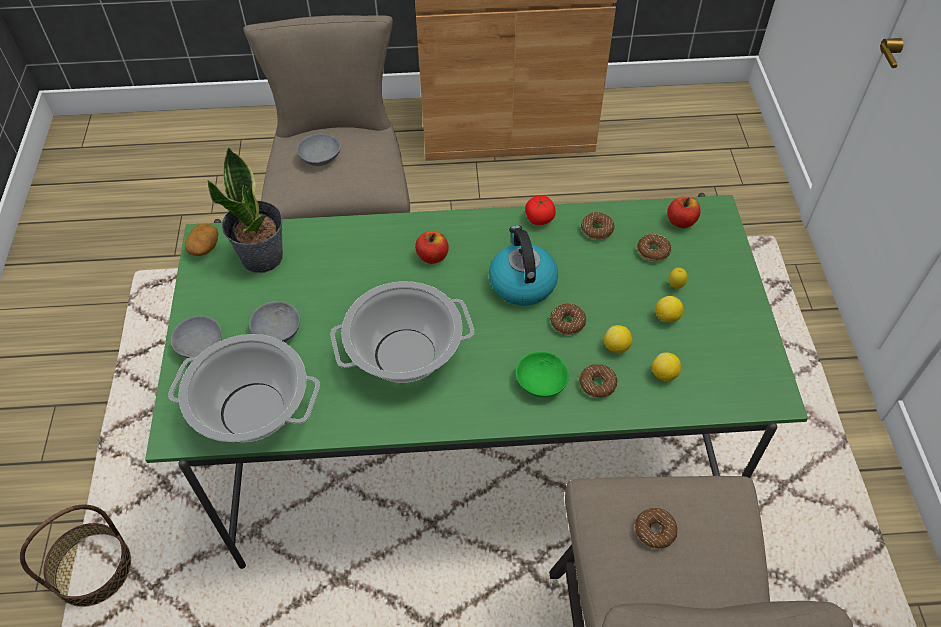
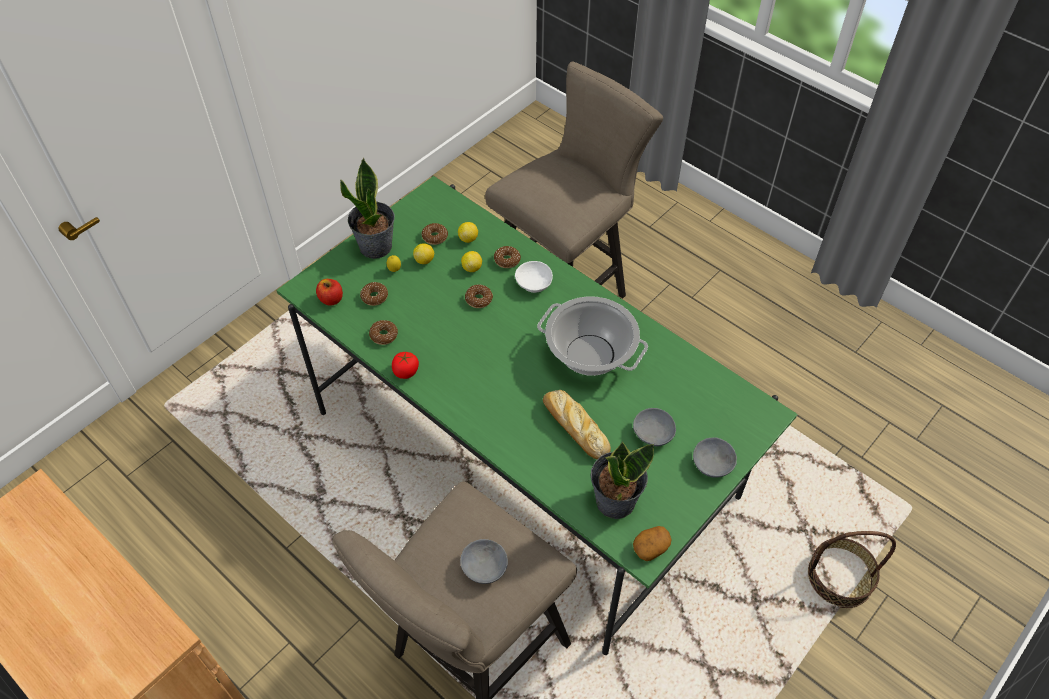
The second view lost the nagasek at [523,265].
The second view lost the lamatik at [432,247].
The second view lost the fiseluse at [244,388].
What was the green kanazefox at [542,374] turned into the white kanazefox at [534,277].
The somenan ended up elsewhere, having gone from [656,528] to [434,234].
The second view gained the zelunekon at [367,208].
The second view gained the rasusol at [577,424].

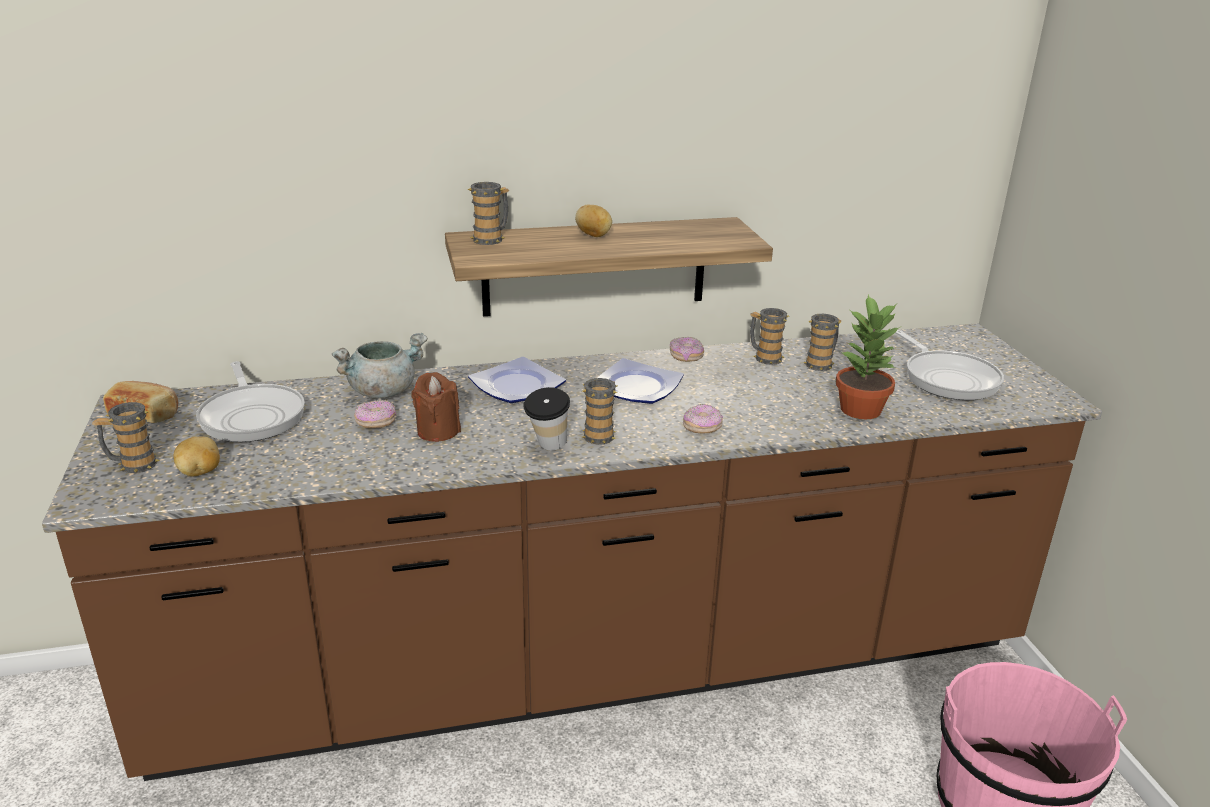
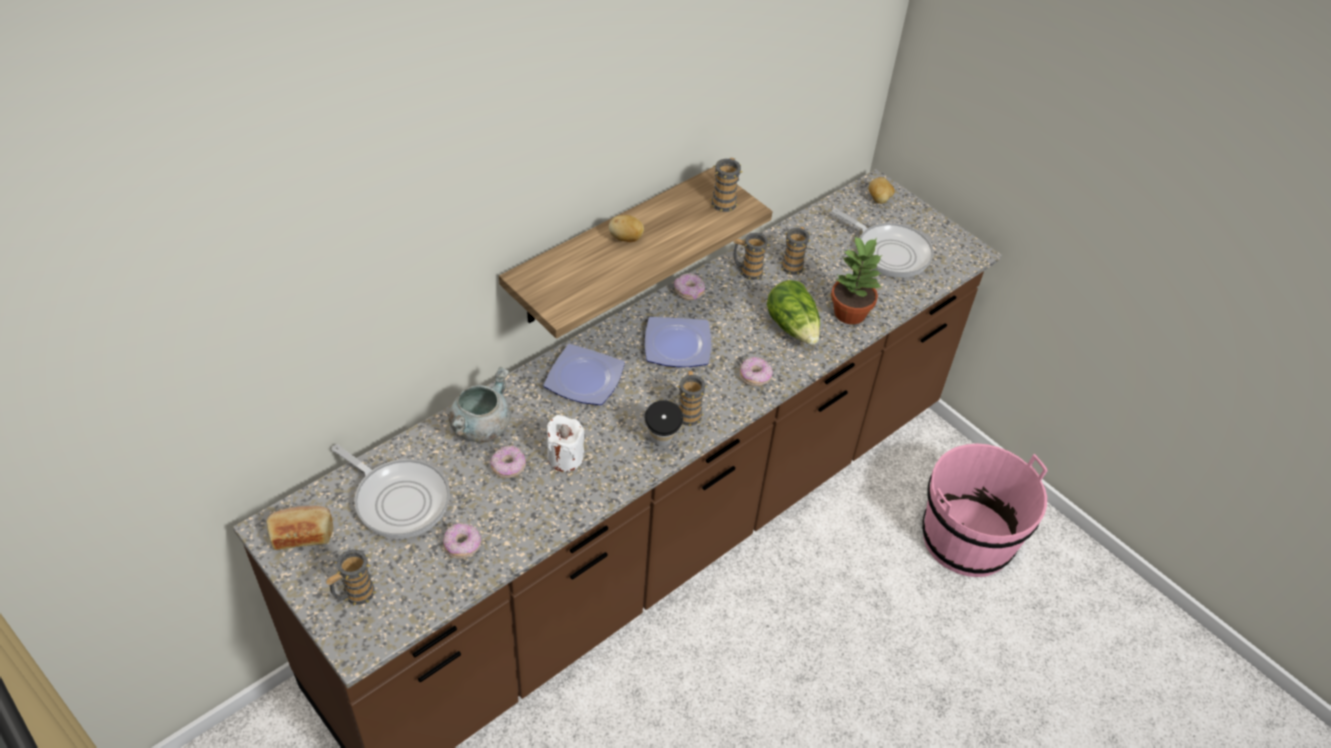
The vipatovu ended up elsewhere, having gone from [488,213] to [726,185].
What was the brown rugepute at [436,407] turned into the white rugepute at [565,443].
The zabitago ended up elsewhere, having gone from [196,456] to [882,190].
The second view gained the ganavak at [793,312].
The second view gained the somenan at [462,541].

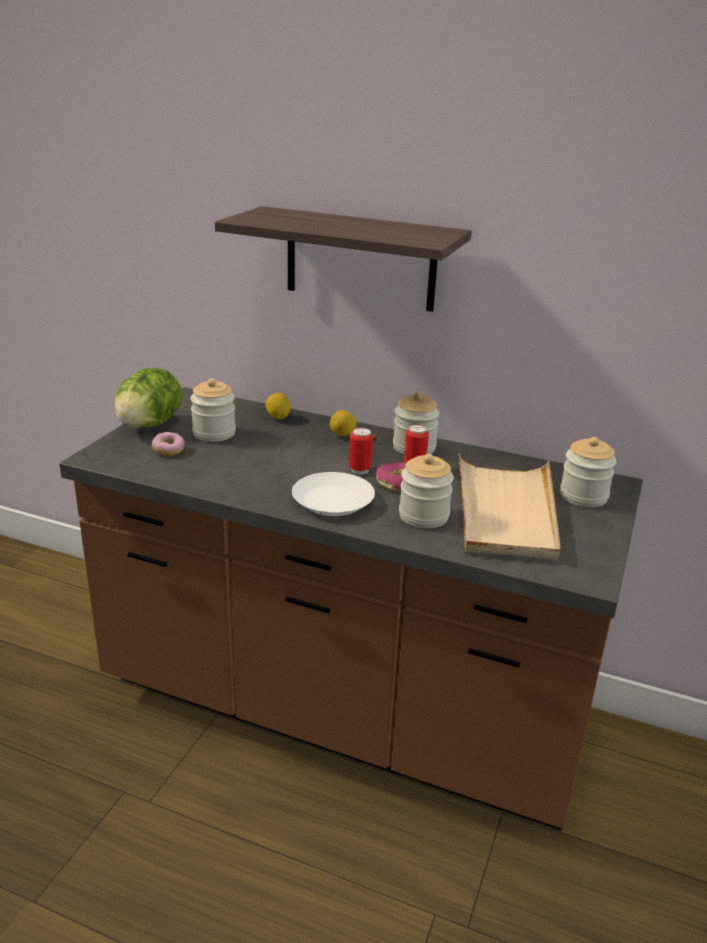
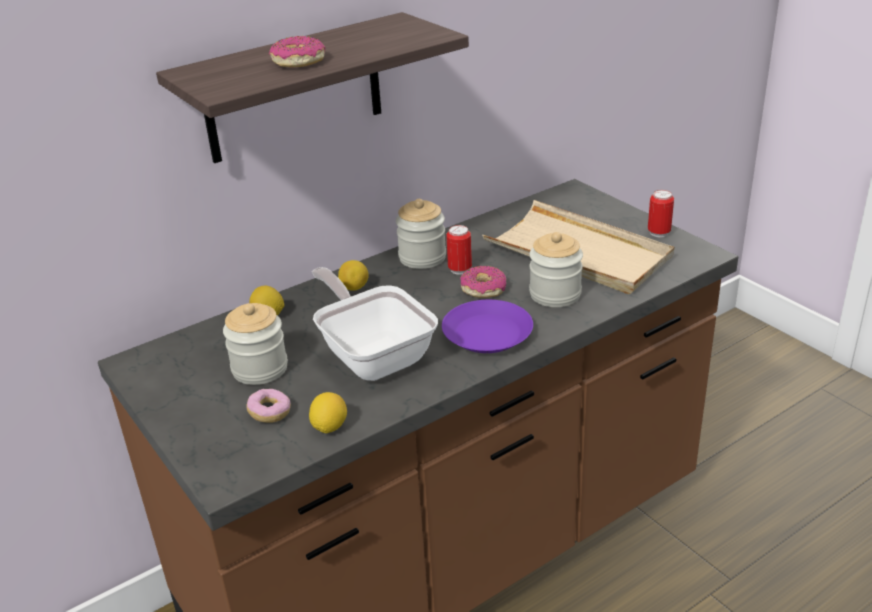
The second view lost the ganavak at [149,398].
The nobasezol ended up elsewhere, having gone from [361,451] to [661,213].
The second view lost the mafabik at [588,472].
What was the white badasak at [333,494] turned into the purple badasak at [487,326].
The second view gained the somenan at [297,52].
The second view gained the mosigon at [375,324].
The second view gained the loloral at [328,412].

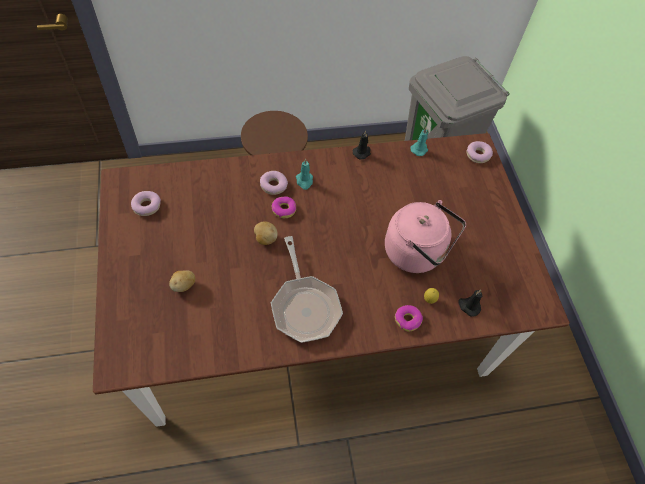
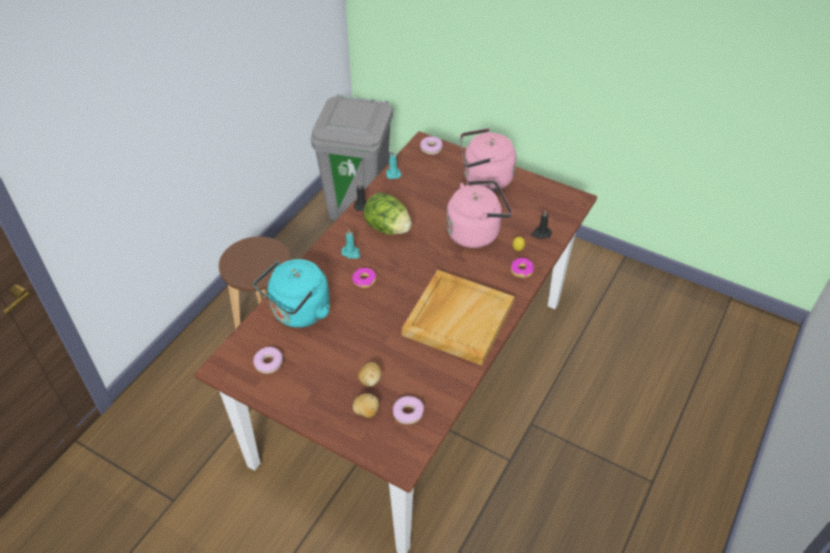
The somenan ended up elsewhere, having gone from [274,183] to [408,410].
The zabitago ended up elsewhere, having gone from [265,233] to [366,405].
Where the mosigon stood at [307,289], the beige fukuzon came to stand at [458,318].
The second view gained the pink nagasek at [488,159].
The second view gained the ganavak at [387,213].
The second view gained the turquoise nagasek at [292,293].

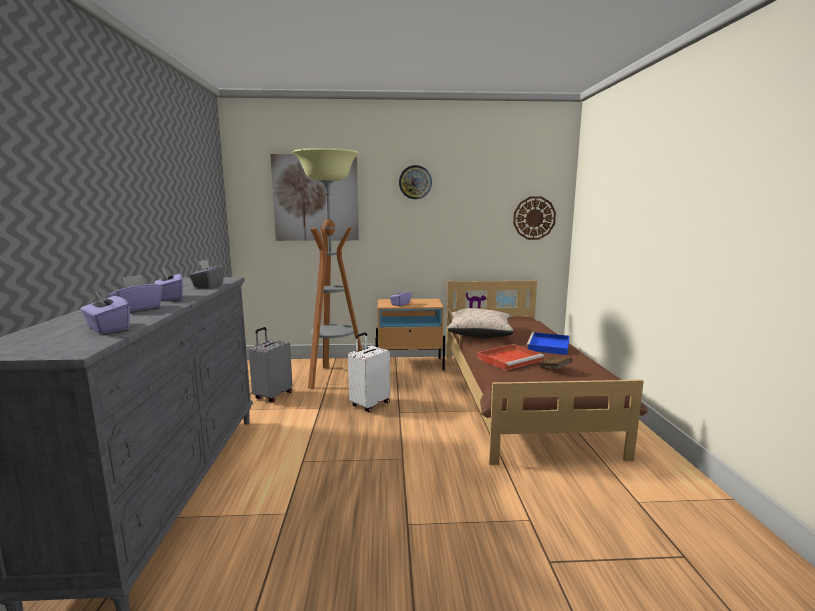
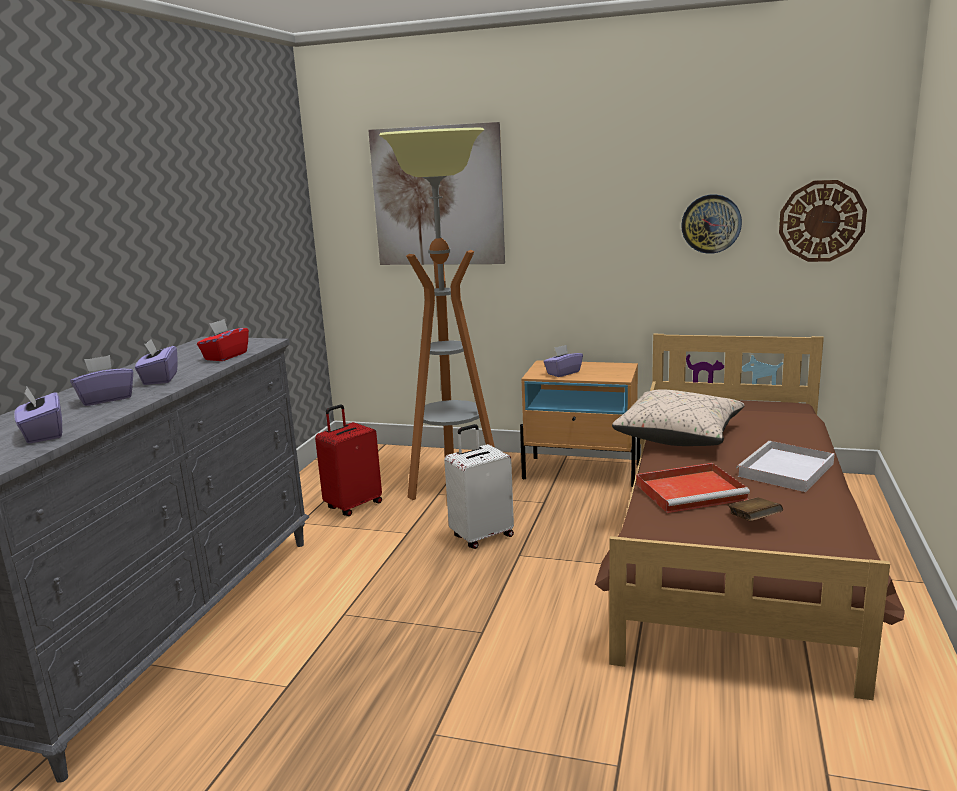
The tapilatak ended up elsewhere, having gone from [415,182] to [711,224].
What was the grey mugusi at [206,274] turned into the red mugusi at [223,340].
What was the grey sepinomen at [270,364] turned into the red sepinomen at [348,460].
What was the blue fukuzon at [547,343] turned into the white fukuzon at [785,466].

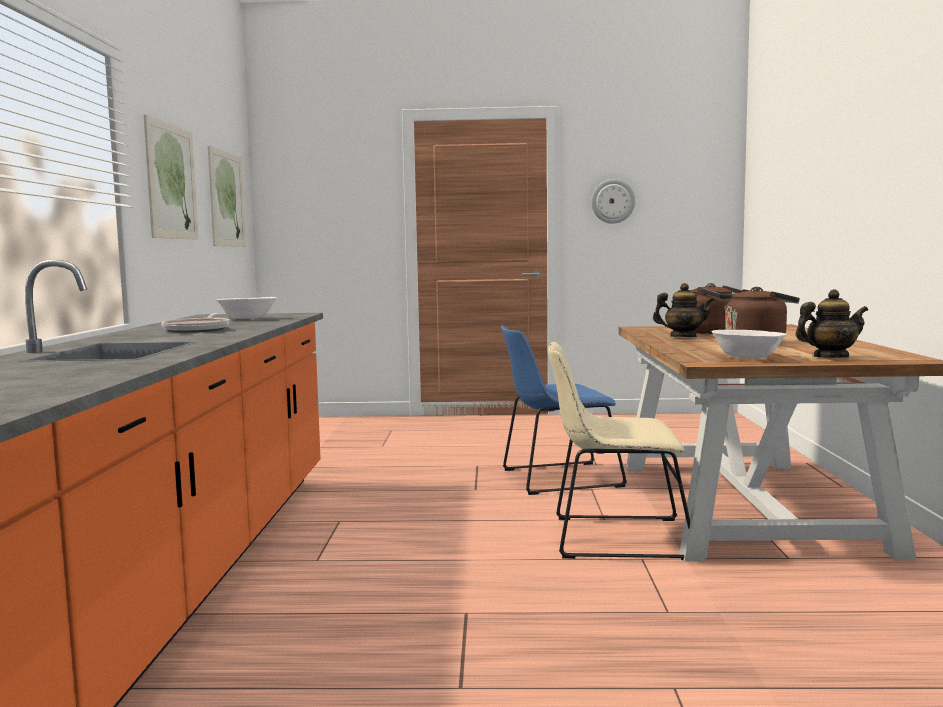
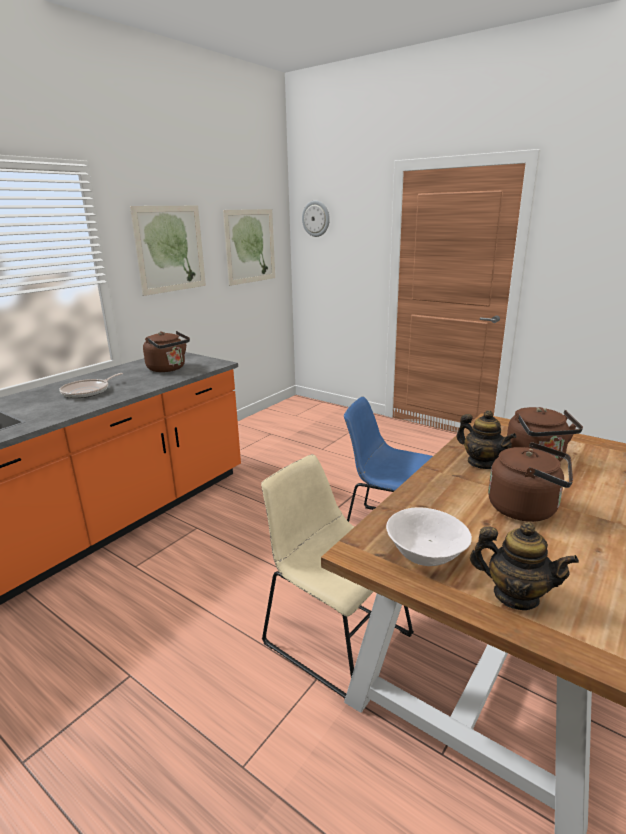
The tapilatak ended up elsewhere, having gone from [613,201] to [316,218].
Where the white kanazefox stood at [247,308], the brown nagasek came to stand at [166,351].

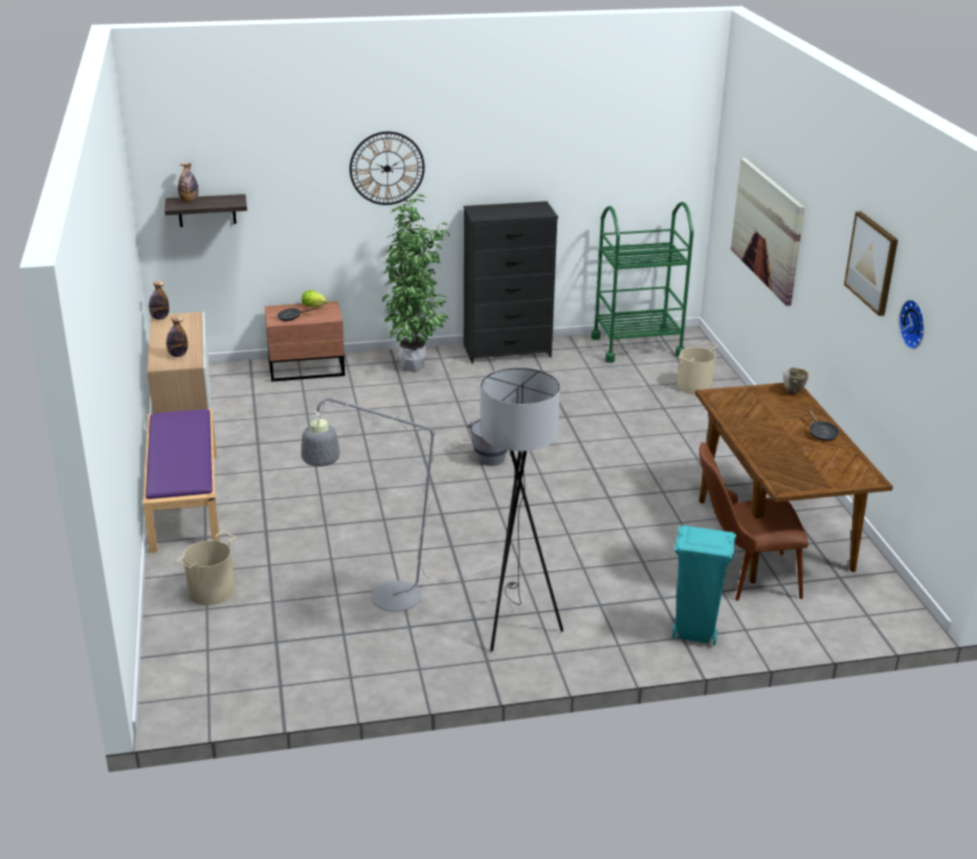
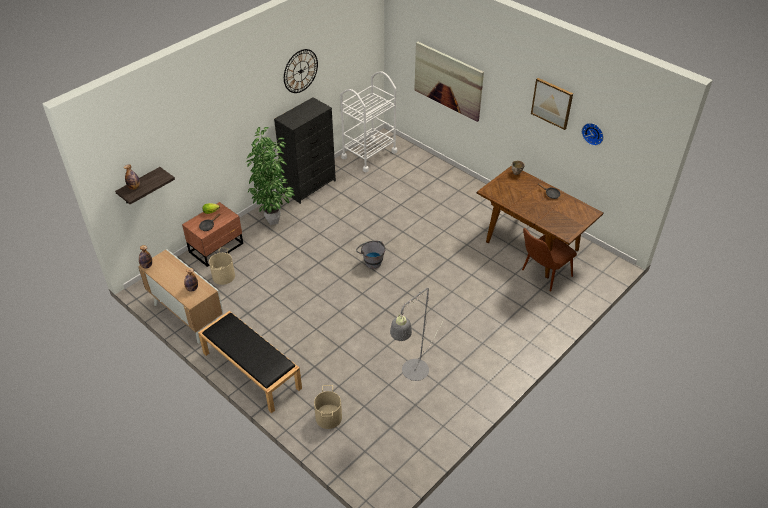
The tapilatak ended up elsewhere, having gone from [387,168] to [301,71].
What was the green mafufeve at [642,282] turned into the white mafufeve at [368,121].
The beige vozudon ended up elsewhere, having gone from [697,368] to [222,266].
The second view lost the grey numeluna at [522,509].
What was the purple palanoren at [181,481] turned into the black palanoren at [250,362].
The second view lost the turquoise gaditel at [704,585].

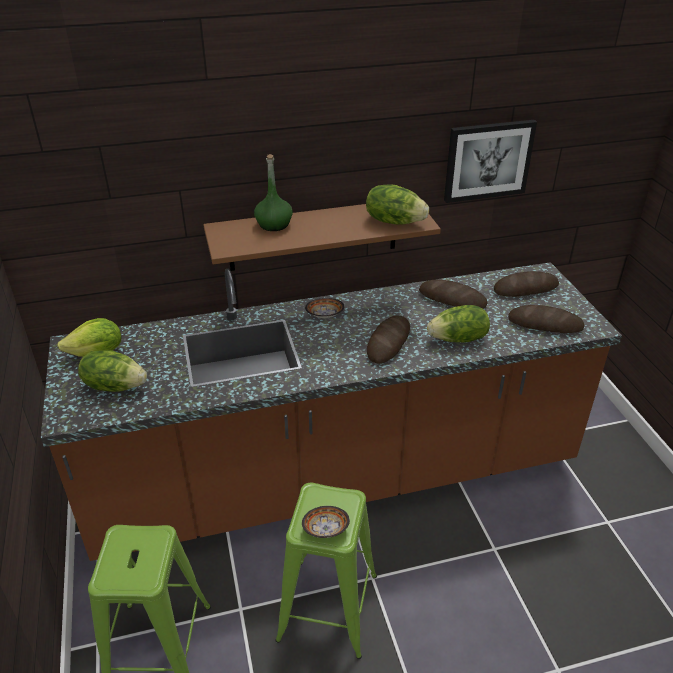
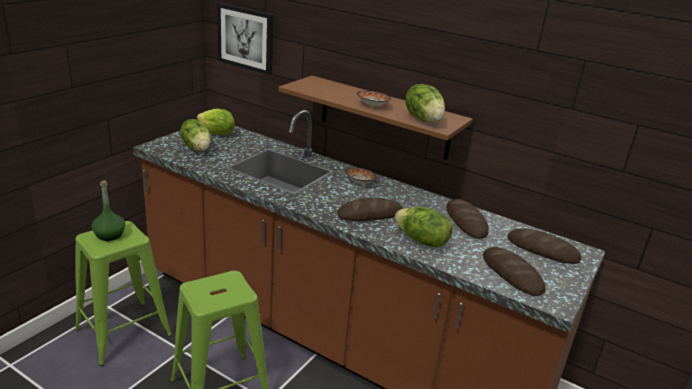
The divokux ended up elsewhere, having gone from [490,161] to [245,39].
The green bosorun ended up elsewhere, having gone from [273,192] to [108,210].
The kanazefox ended up elsewhere, having gone from [326,522] to [374,98].

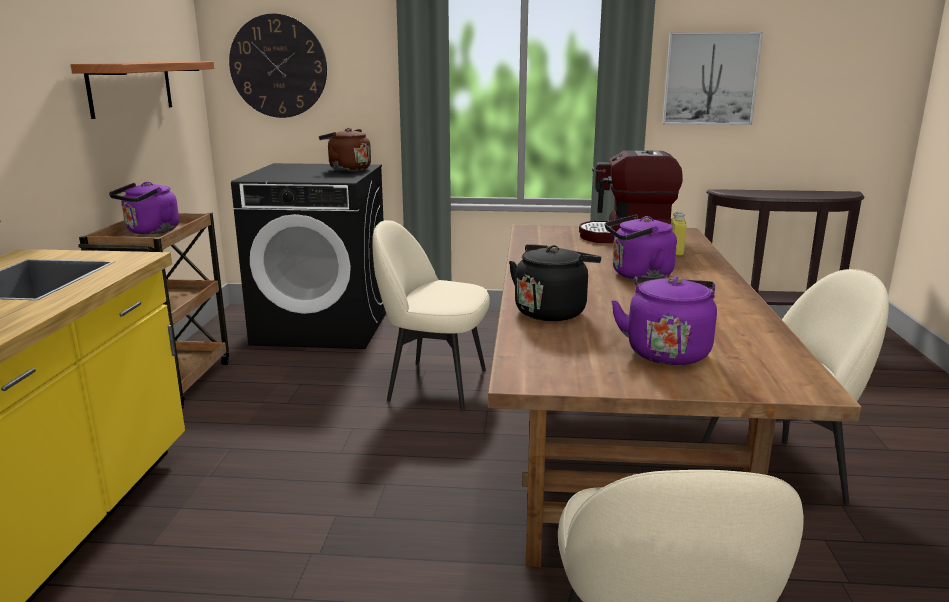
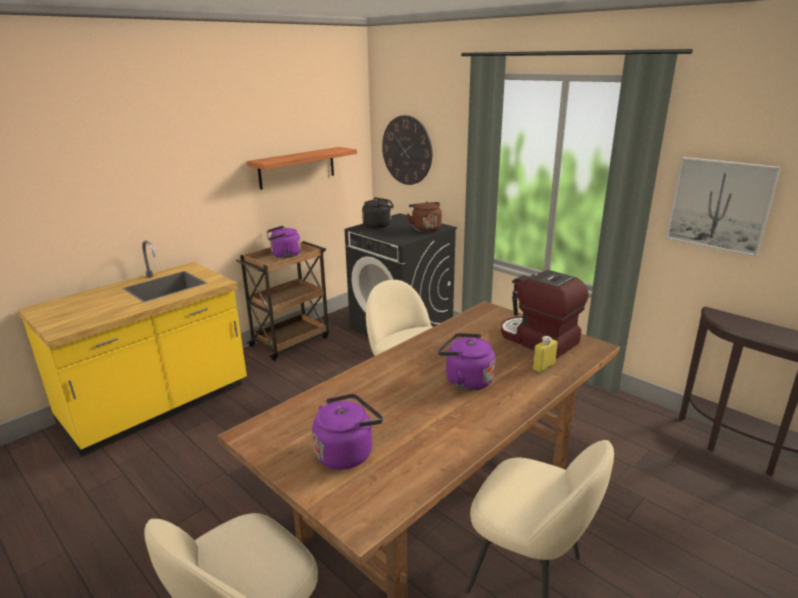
The black nagasek ended up elsewhere, having gone from [555,282] to [378,212].

